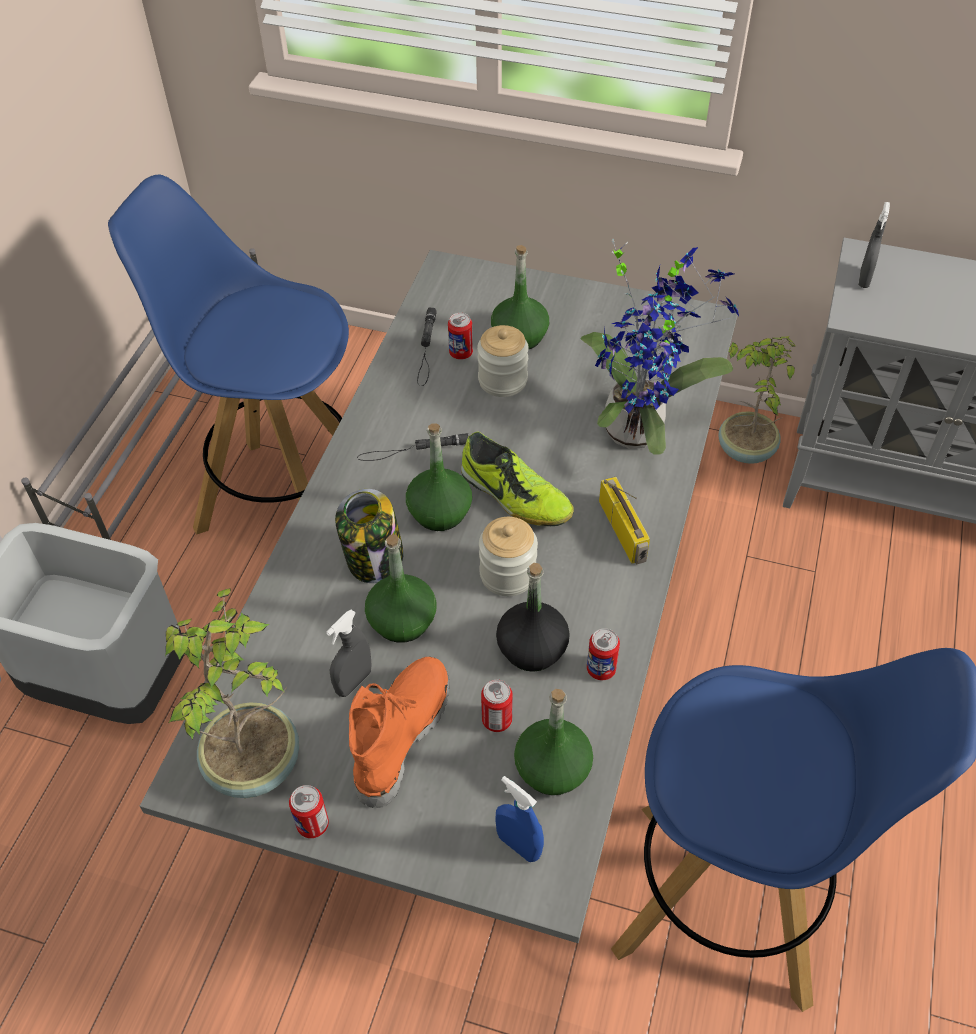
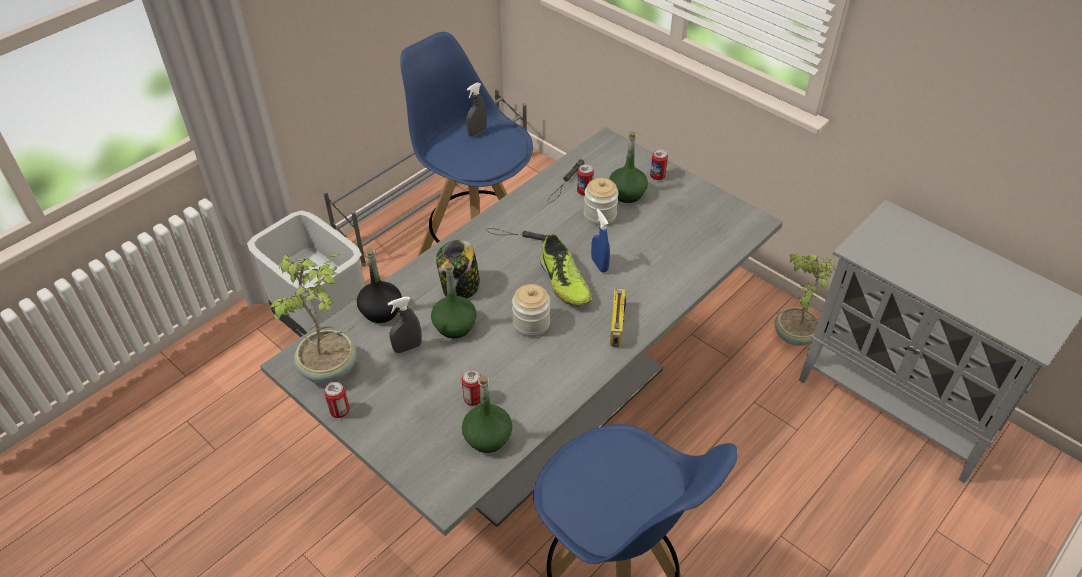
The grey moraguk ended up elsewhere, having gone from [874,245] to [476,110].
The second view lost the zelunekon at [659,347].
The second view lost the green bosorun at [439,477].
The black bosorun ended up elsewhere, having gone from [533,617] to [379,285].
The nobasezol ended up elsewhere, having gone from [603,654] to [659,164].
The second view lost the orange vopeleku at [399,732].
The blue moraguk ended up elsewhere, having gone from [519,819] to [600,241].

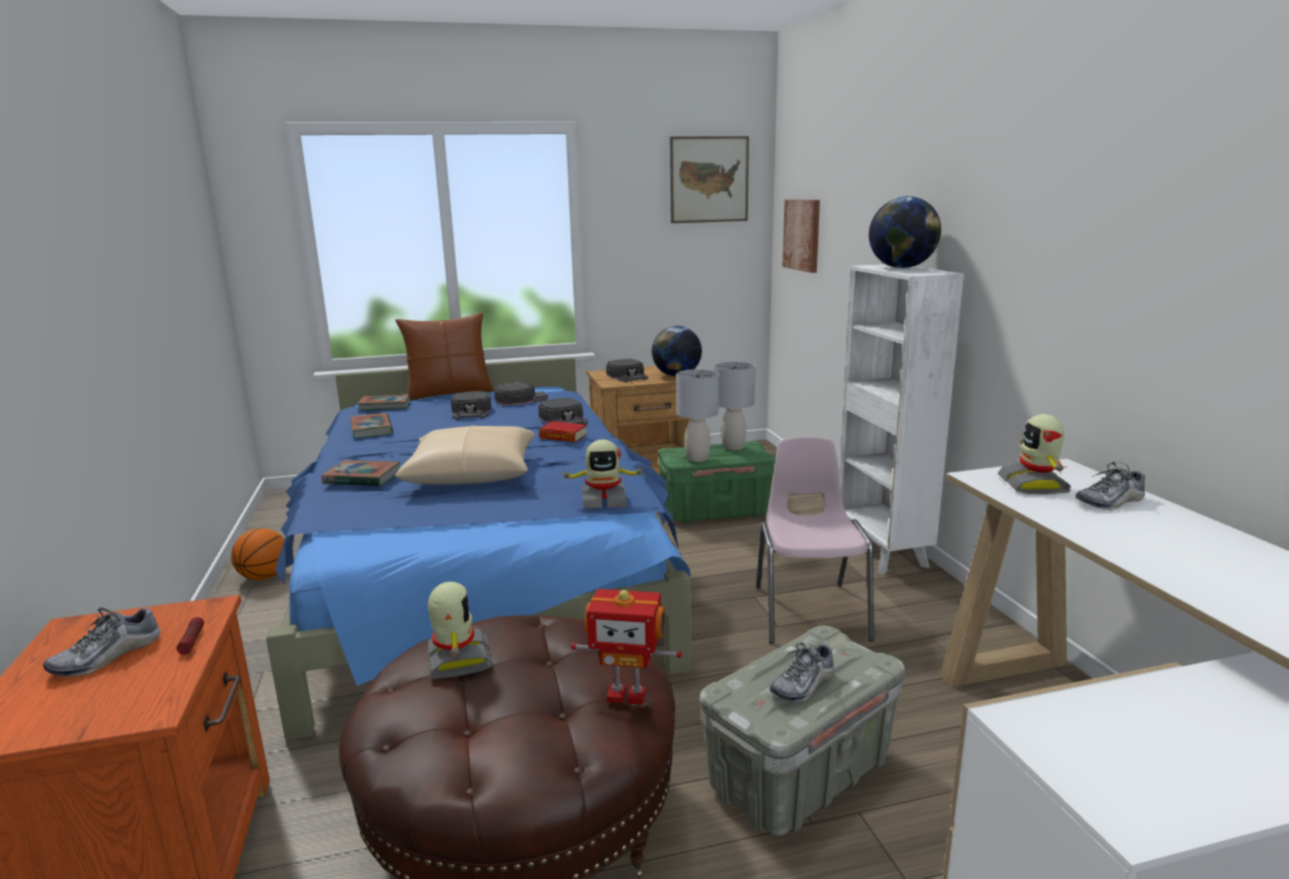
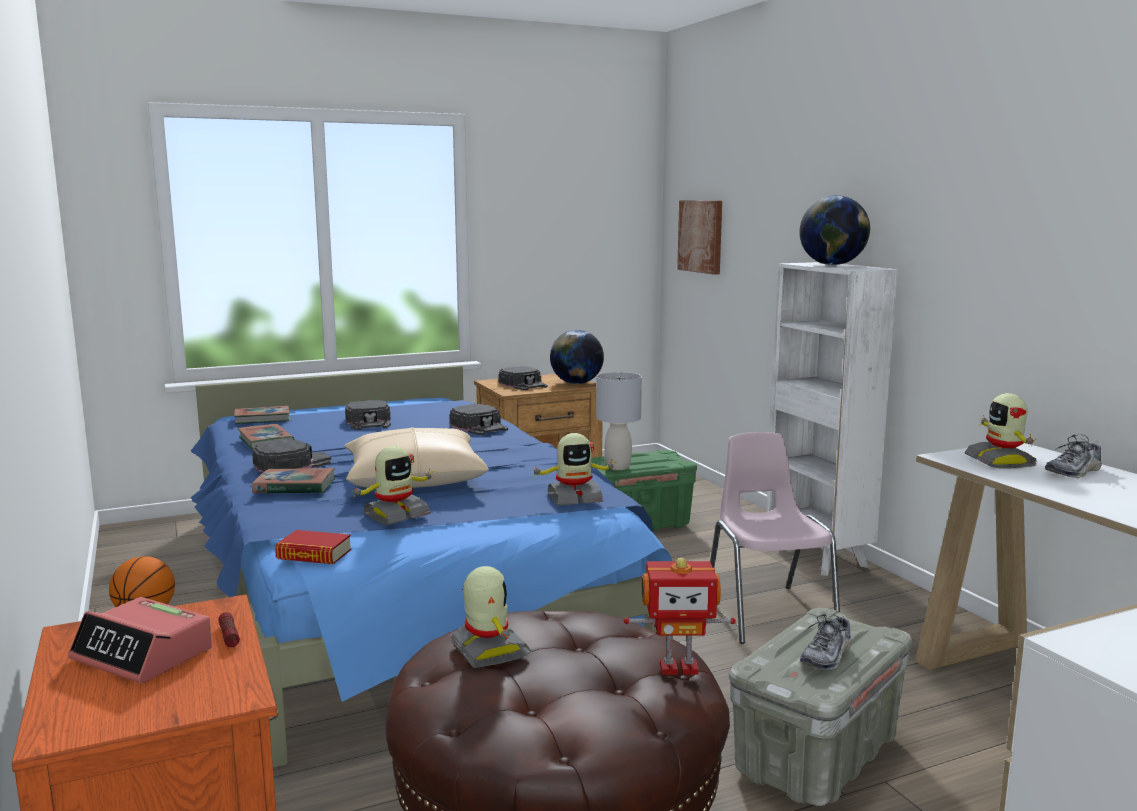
The second view lost the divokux at [709,179].
The second view lost the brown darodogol at [444,357].
The second view lost the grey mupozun at [734,405].
The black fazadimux ended up elsewhere, having gone from [521,394] to [291,456].
The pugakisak ended up elsewhere, having gone from [563,431] to [313,547].
Where the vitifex stood at [101,641], the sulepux came to stand at [140,640].
The second view gained the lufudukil at [392,485].

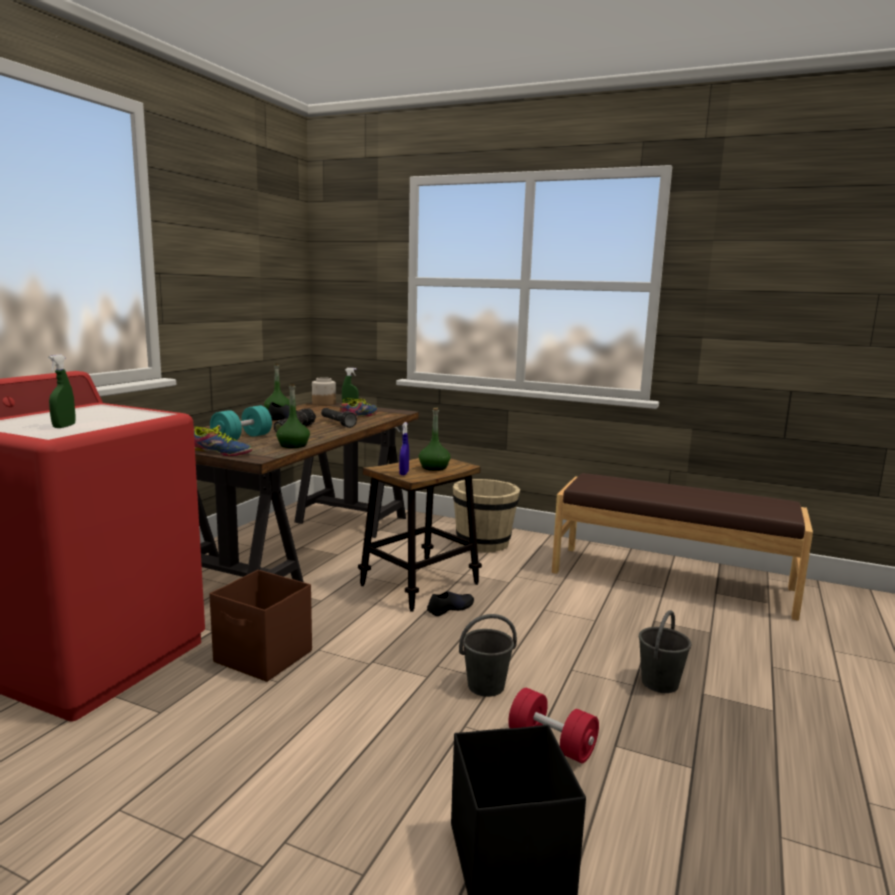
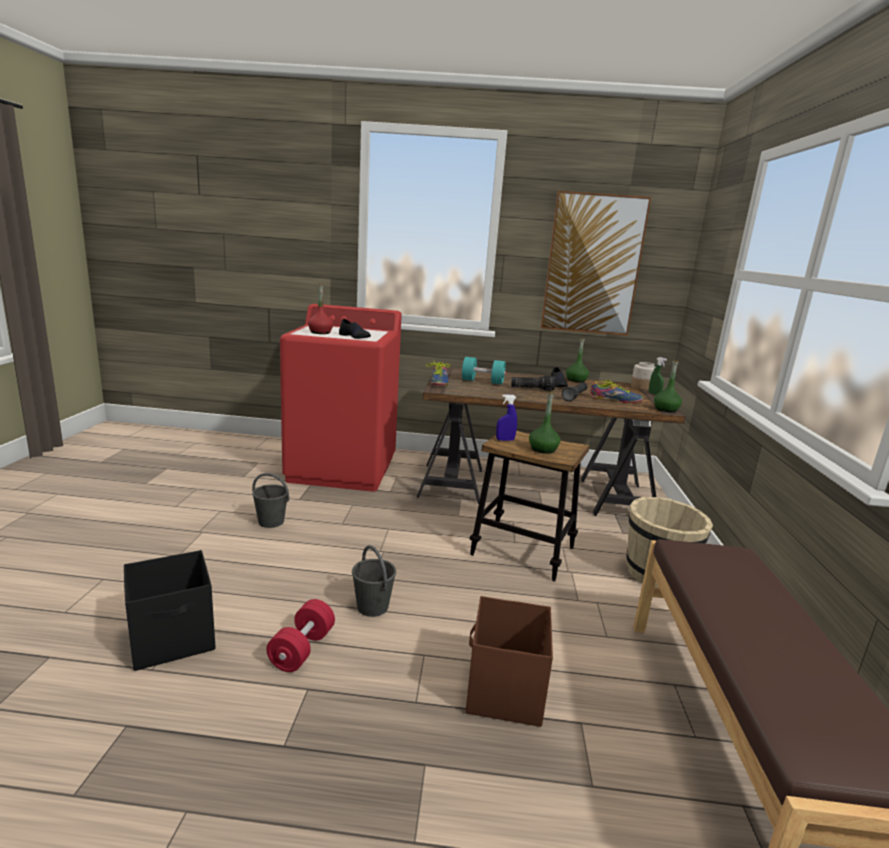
Where the green moraguk stood at [62,391], the red bosorun came to stand at [320,309].
The green bosorun ended up elsewhere, having gone from [293,416] to [668,386].
The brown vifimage ended up elsewhere, having gone from [260,626] to [509,661].
The black vitifex ended up elsewhere, having gone from [450,603] to [355,329].
The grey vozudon ended up elsewhere, having gone from [665,651] to [270,500].
The second view gained the divokux at [596,263].

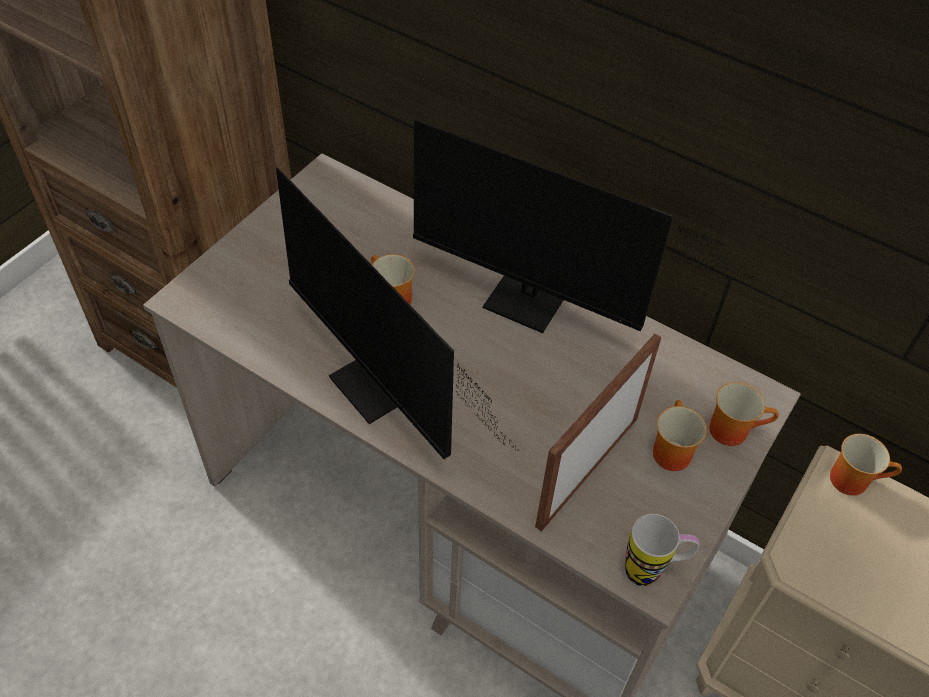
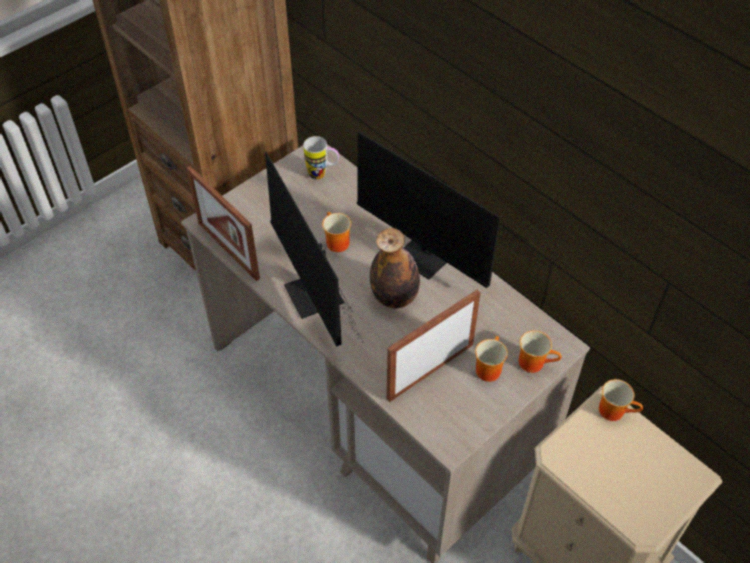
The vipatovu ended up elsewhere, having gone from [662,550] to [321,158].
The second view gained the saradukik at [223,223].
The second view gained the bosorun at [395,268].

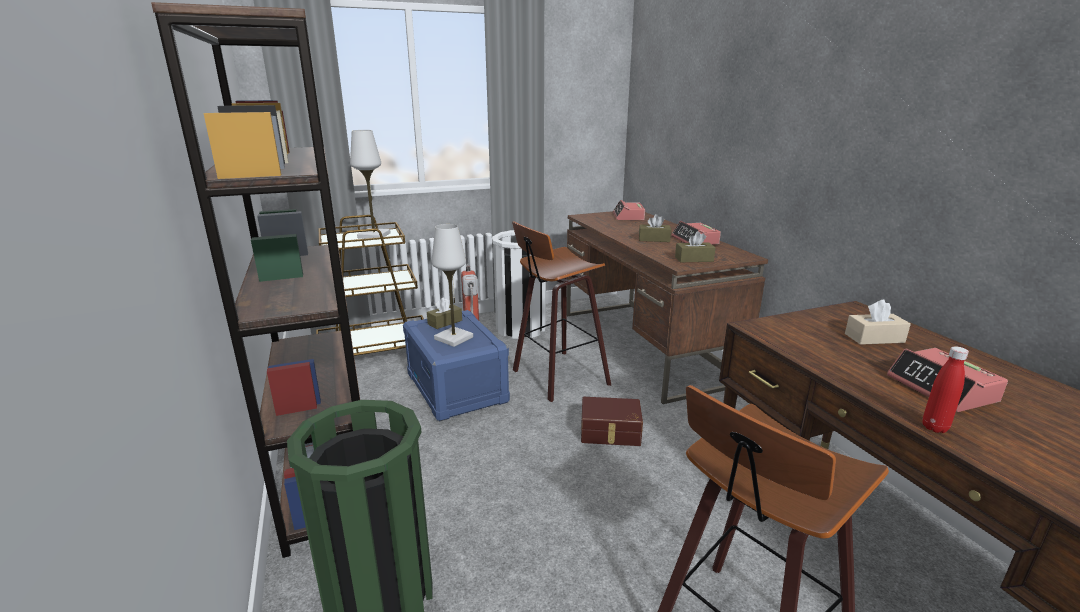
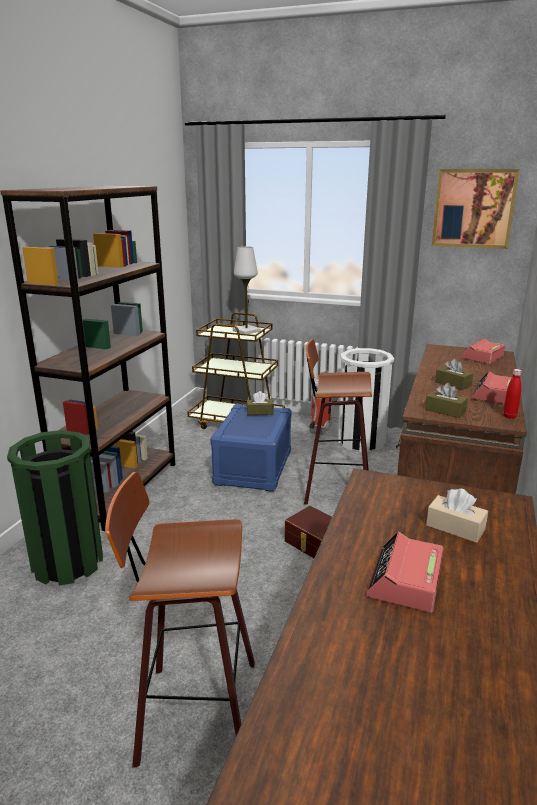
The second view lost the white mupozun at [452,285].
The red bosorun ended up elsewhere, having gone from [945,389] to [512,394].
The second view gained the divokux at [476,209].

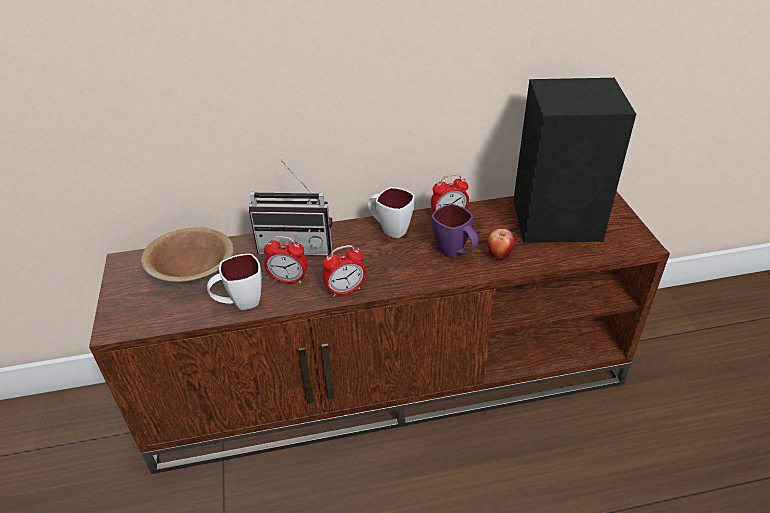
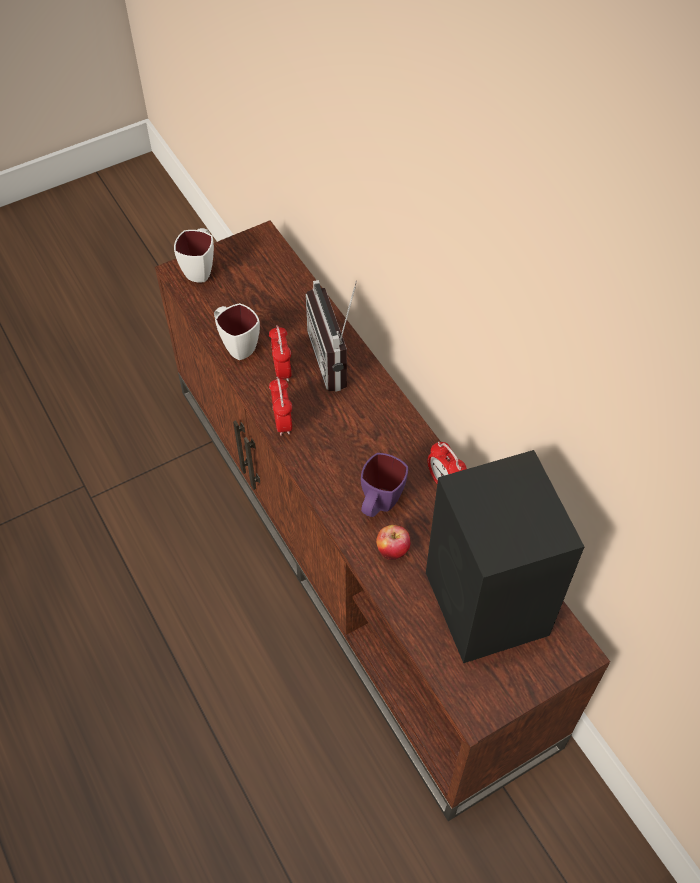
The white vipatovu ended up elsewhere, having gone from [391,212] to [194,255].
The second view lost the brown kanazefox at [187,255].
The sulepux at [344,271] ended up facing another way, 150 degrees counterclockwise from before.

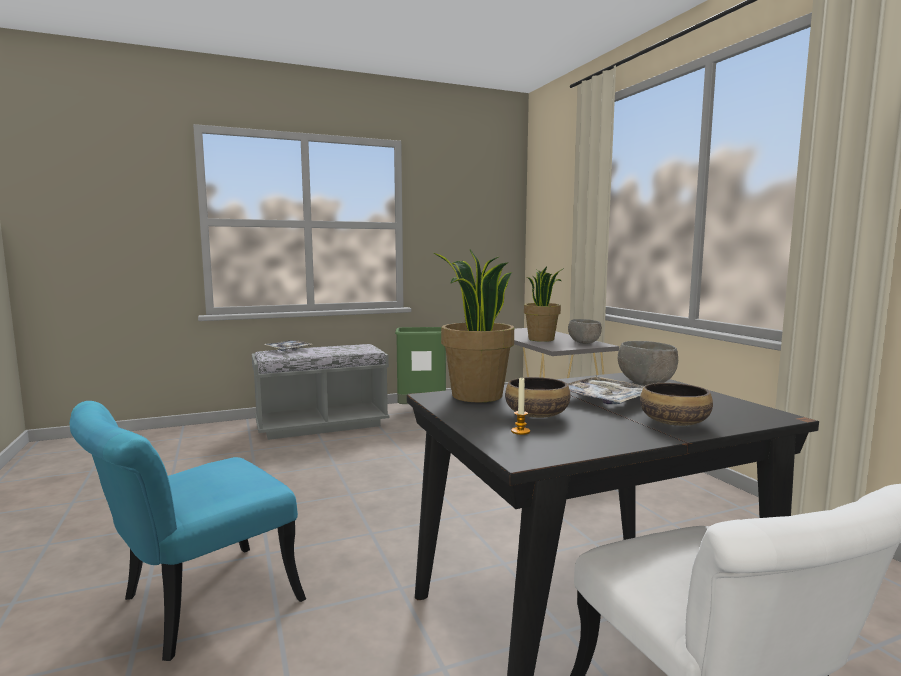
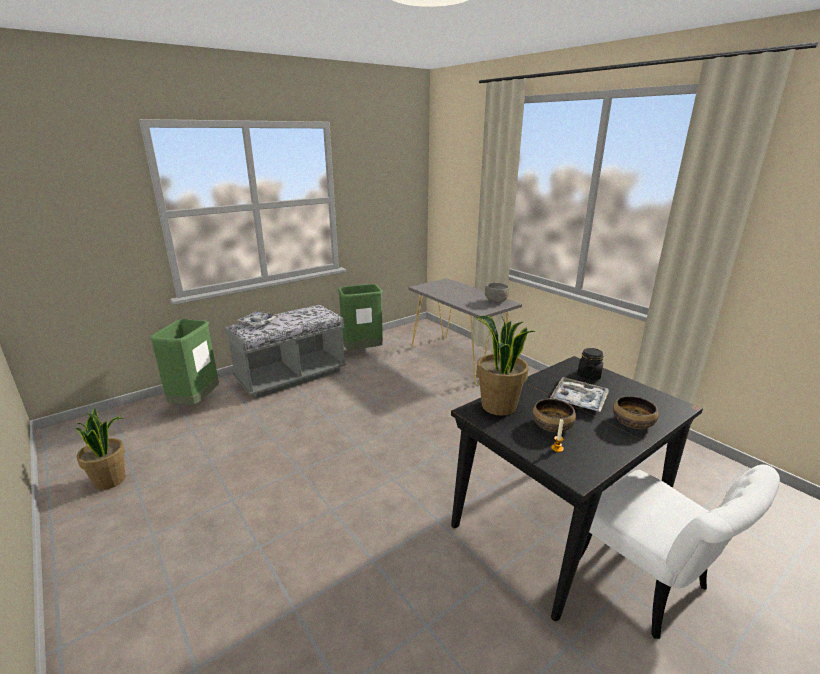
The zelunekon ended up elsewhere, having gone from [544,304] to [100,449].
Where the grey kanazefox stood at [648,363], the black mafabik came to stand at [590,364].
The second view lost the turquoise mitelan at [188,531].
The second view gained the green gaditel at [184,362].

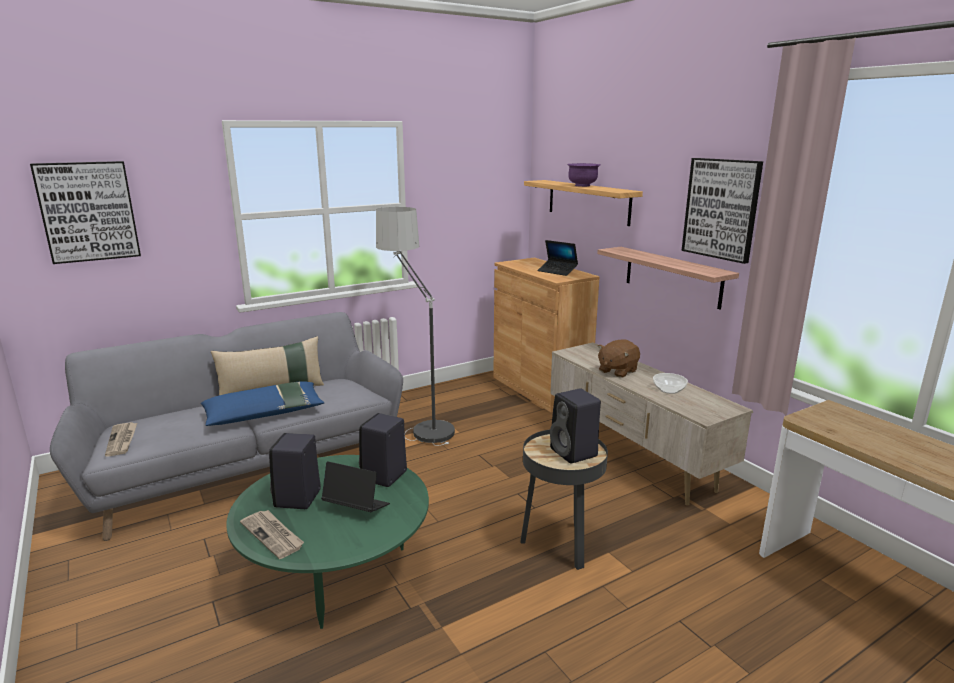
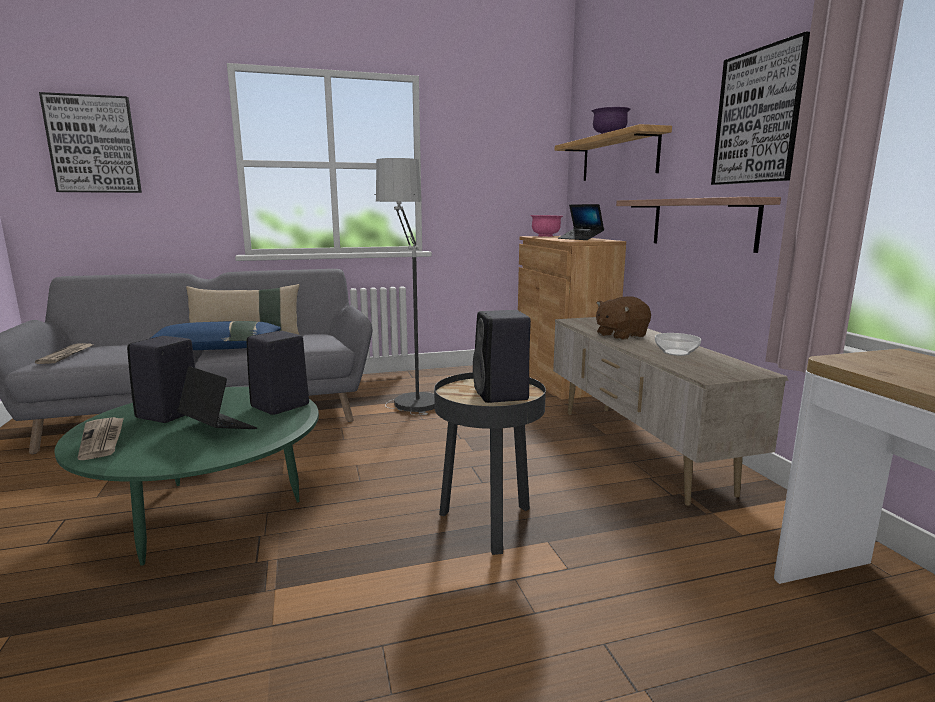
The second view gained the pink kanazefox at [546,226].

